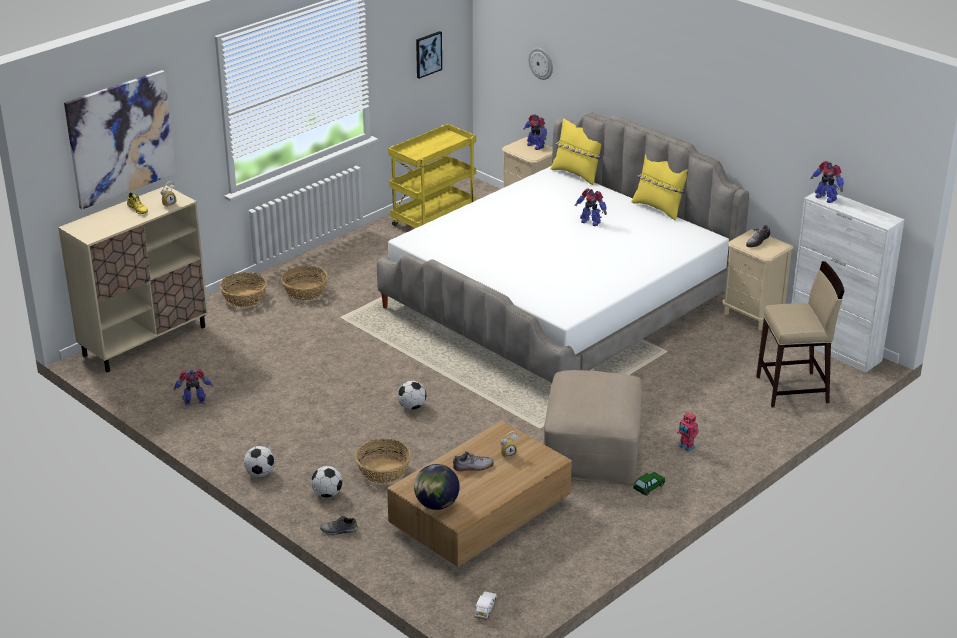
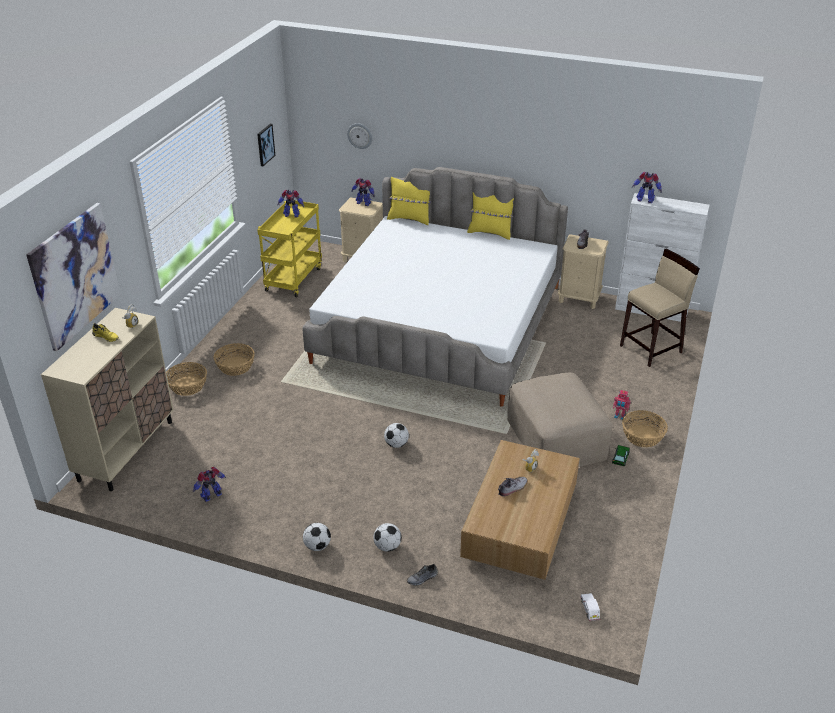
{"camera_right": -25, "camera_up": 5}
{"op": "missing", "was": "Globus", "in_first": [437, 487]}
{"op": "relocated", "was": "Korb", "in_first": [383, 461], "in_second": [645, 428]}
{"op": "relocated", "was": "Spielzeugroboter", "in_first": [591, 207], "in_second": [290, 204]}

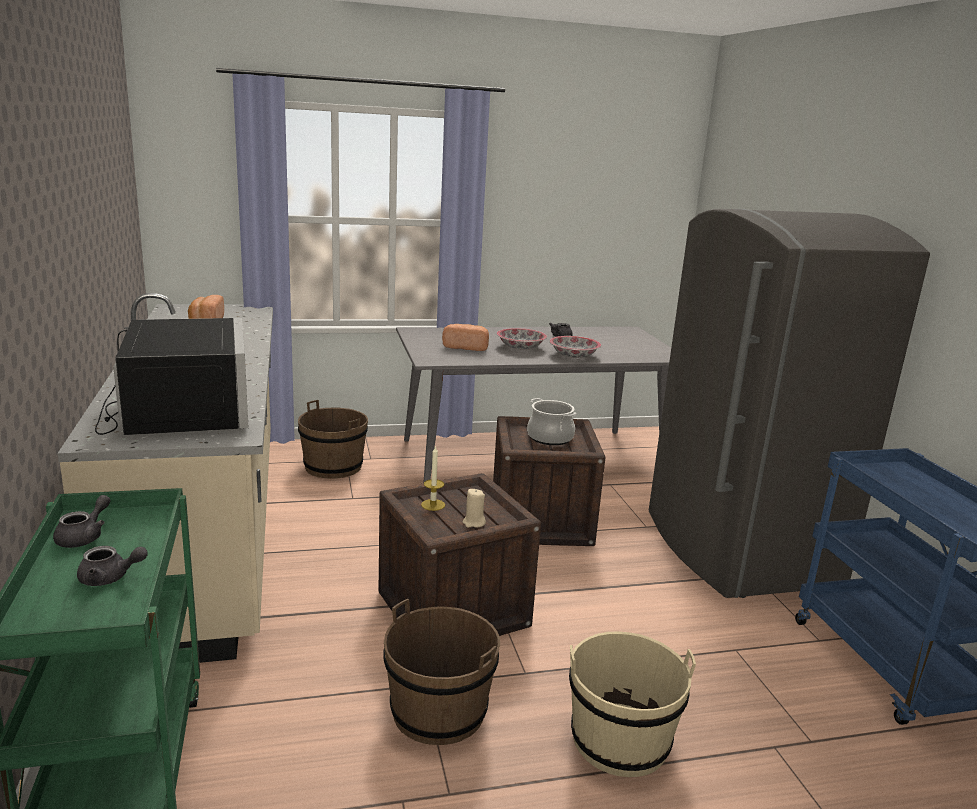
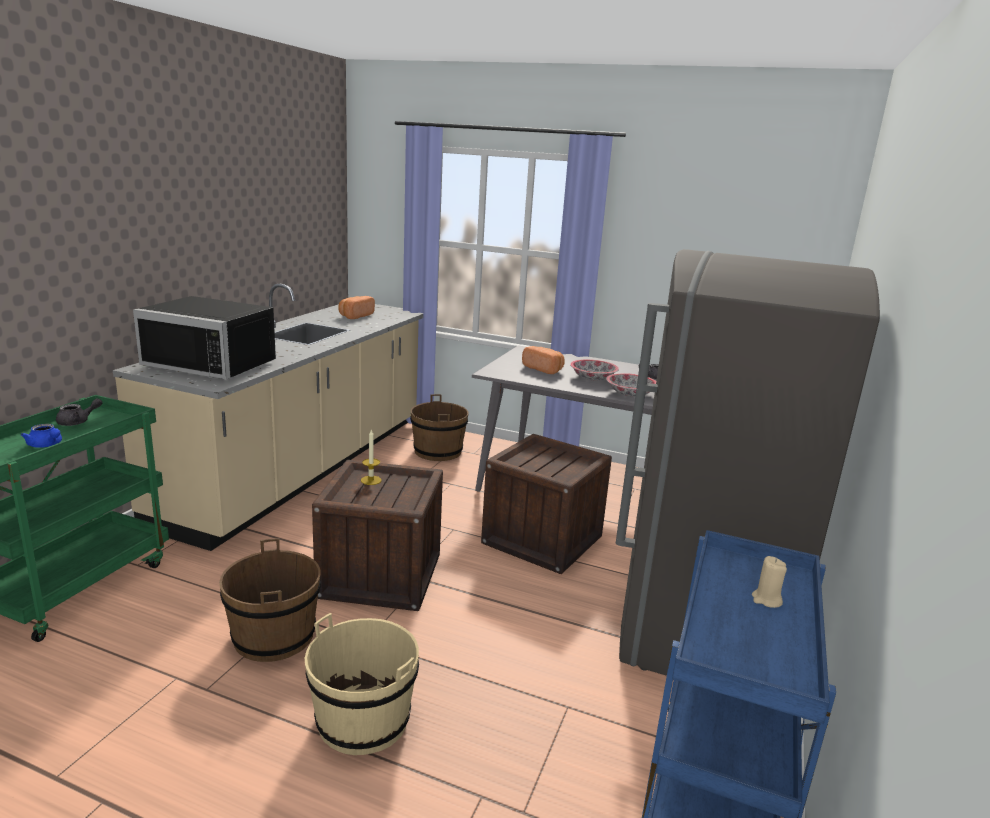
{"camera_right": 35, "camera_up": 0}
{"op": "missing", "was": "Kochtopf", "in_first": [552, 421]}
{"op": "relocated", "was": "Kerze [beige]", "in_first": [474, 508], "in_second": [769, 582]}
{"op": "colour", "was": "Teekanne [grau]", "now": "Teekanne [blau]", "in_first": [112, 566], "in_second": [41, 436]}
{"op": "spun", "was": "Mikrowelle [schwarz]", "in_first": [171, 376], "in_second": [204, 337], "clockwise": 90}

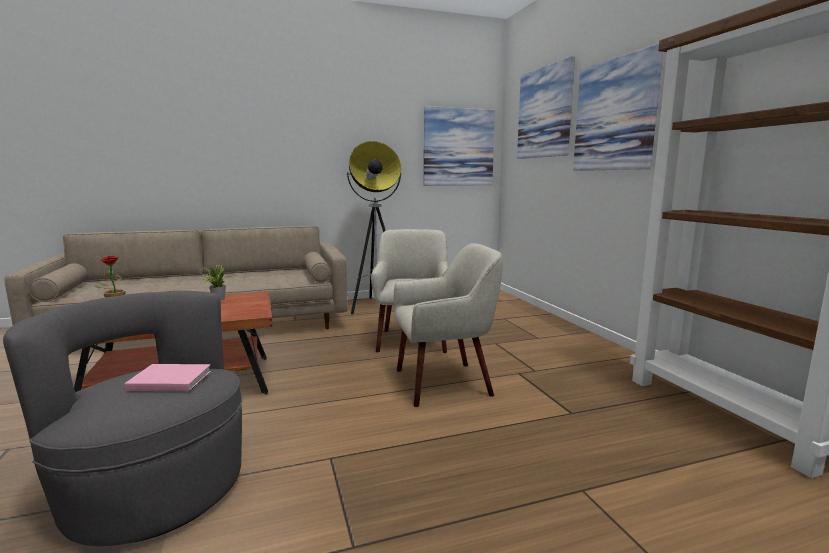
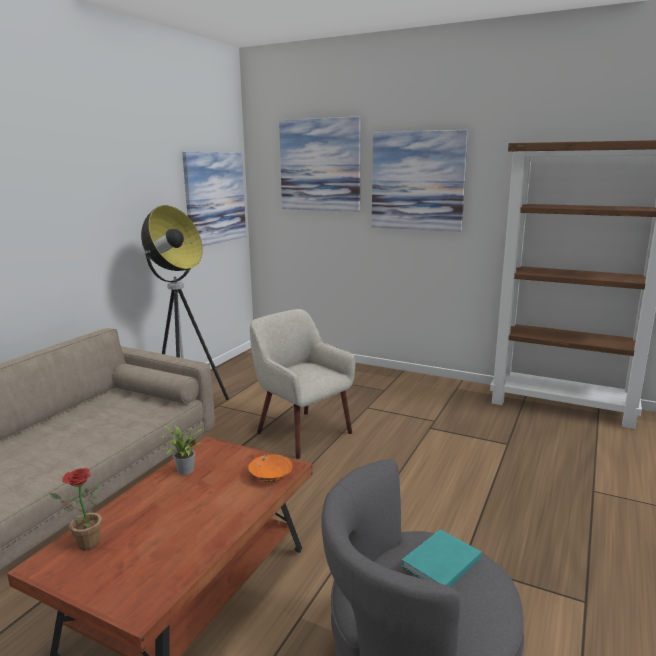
{"camera_right": -45, "camera_up": 5}
{"op": "missing", "was": "Sessel [beige]", "in_first": [448, 325]}
{"op": "appeared", "now": "Schüssel [orange]", "in_second": [270, 468]}
{"op": "colour", "was": "Buch [rosa]", "now": "Buch [türkis]", "in_first": [167, 378], "in_second": [441, 558]}

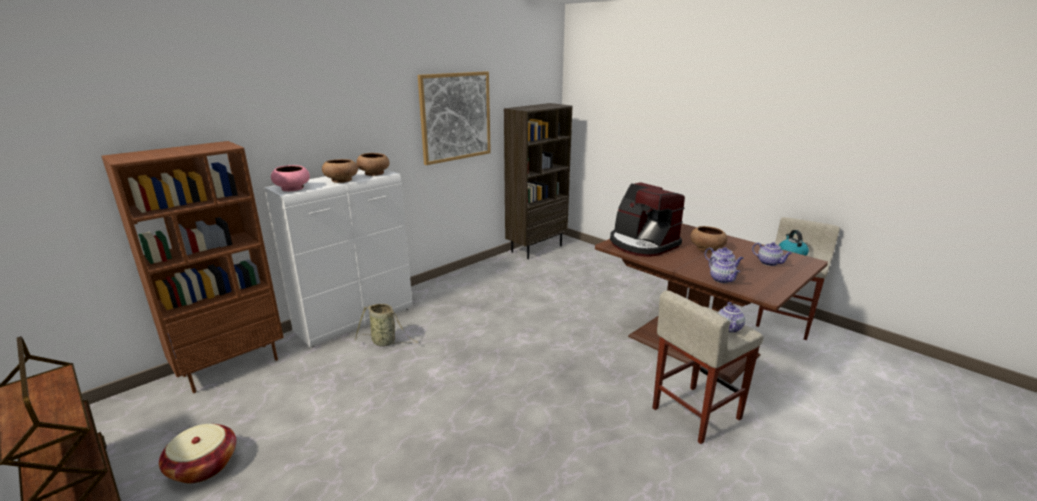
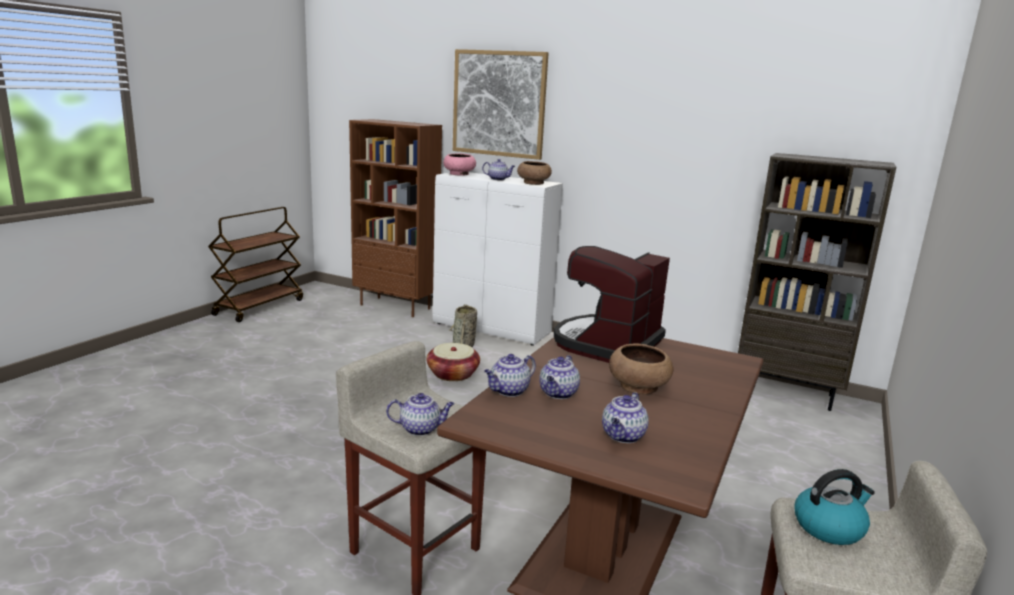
{"camera_right": 70, "camera_up": -5}
{"op": "relocated", "was": "Korb", "in_first": [197, 453], "in_second": [453, 362]}
{"op": "relocated", "was": "Bild", "in_first": [454, 118], "in_second": [501, 104]}
{"op": "exchanged", "was": "Schüssel [braun]", "now": "Teekanne", "in_first": [340, 171], "in_second": [498, 169]}

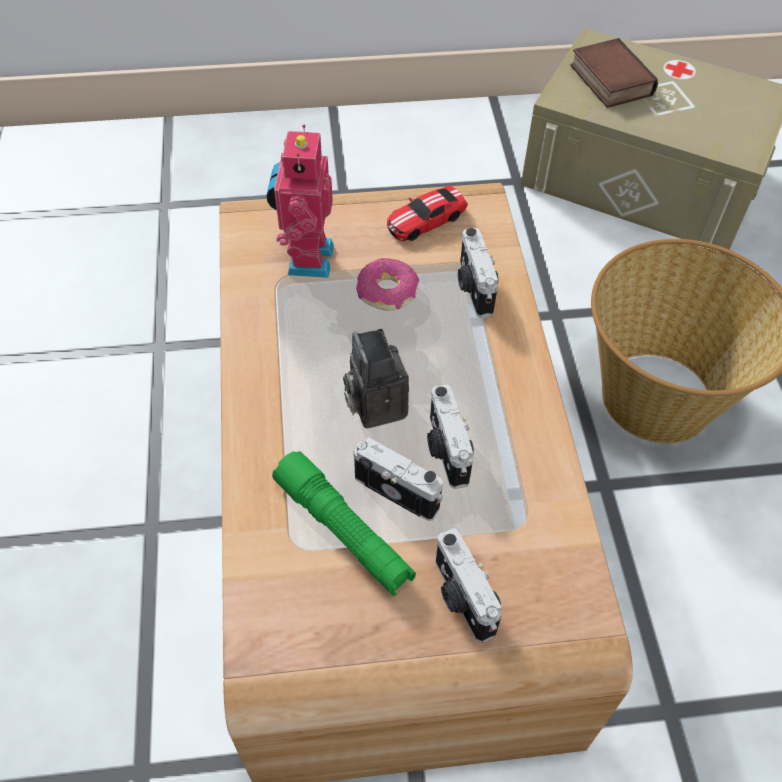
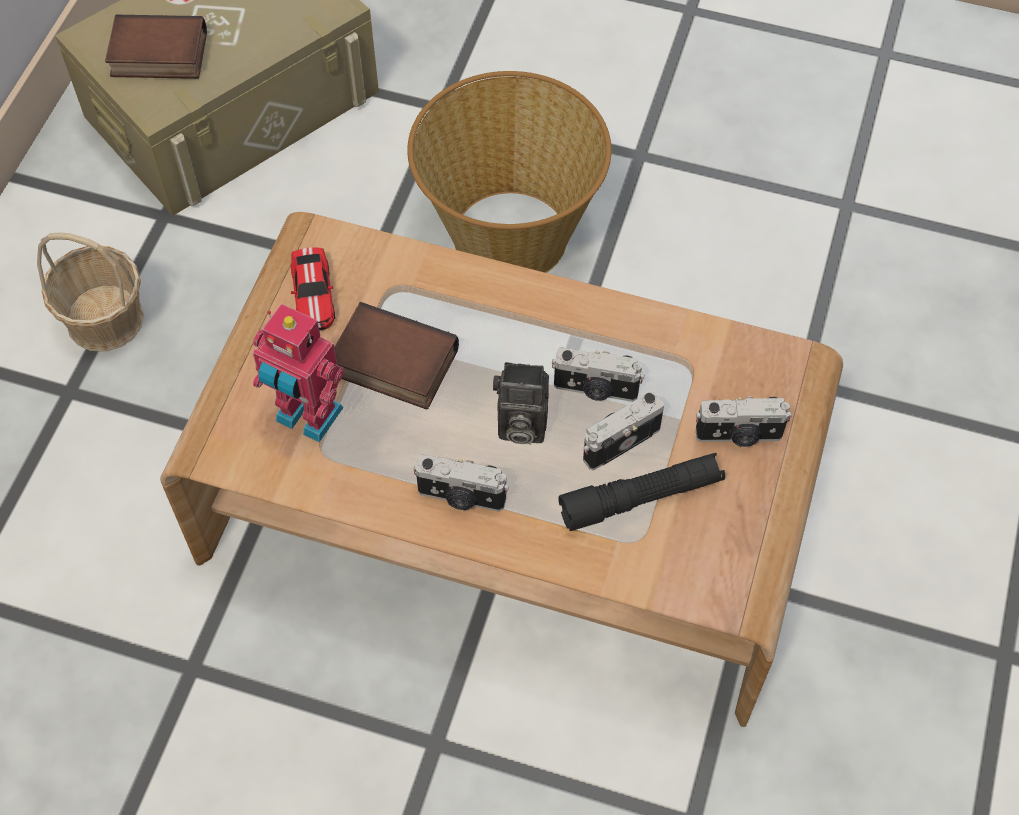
{"camera_right": -65, "camera_up": 5}
{"op": "appeared", "now": "Korb", "in_second": [90, 292]}
{"op": "relocated", "was": "Kamera", "in_first": [478, 273], "in_second": [461, 483]}
{"op": "exchanged", "was": "Donut", "now": "Buch", "in_first": [387, 284], "in_second": [396, 356]}
{"op": "colour", "was": "Taschenlampe [grün]", "now": "Taschenlampe [schwarz]", "in_first": [344, 523], "in_second": [641, 492]}

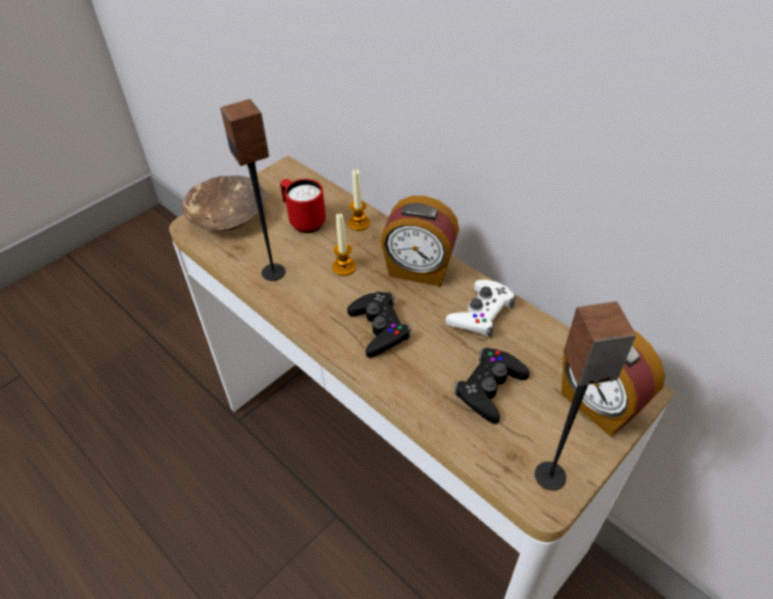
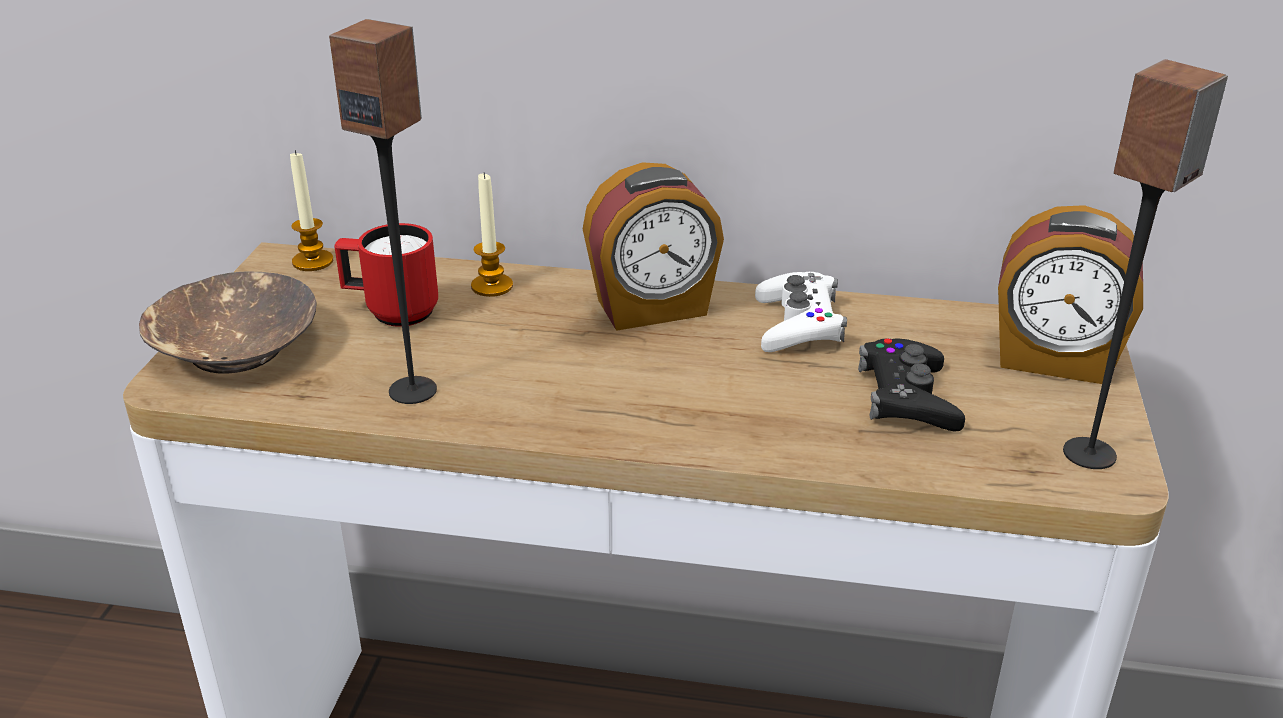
{"camera_right": -35, "camera_up": -15}
{"op": "missing", "was": "Gamepad [schwarz]", "in_first": [379, 325]}
{"op": "relocated", "was": "Kerze", "in_first": [344, 244], "in_second": [311, 210]}

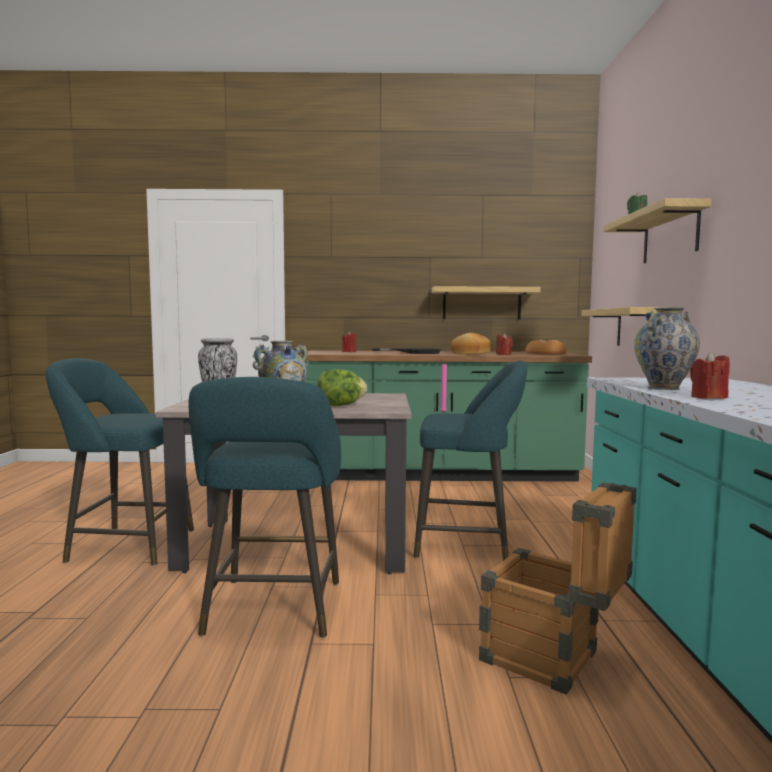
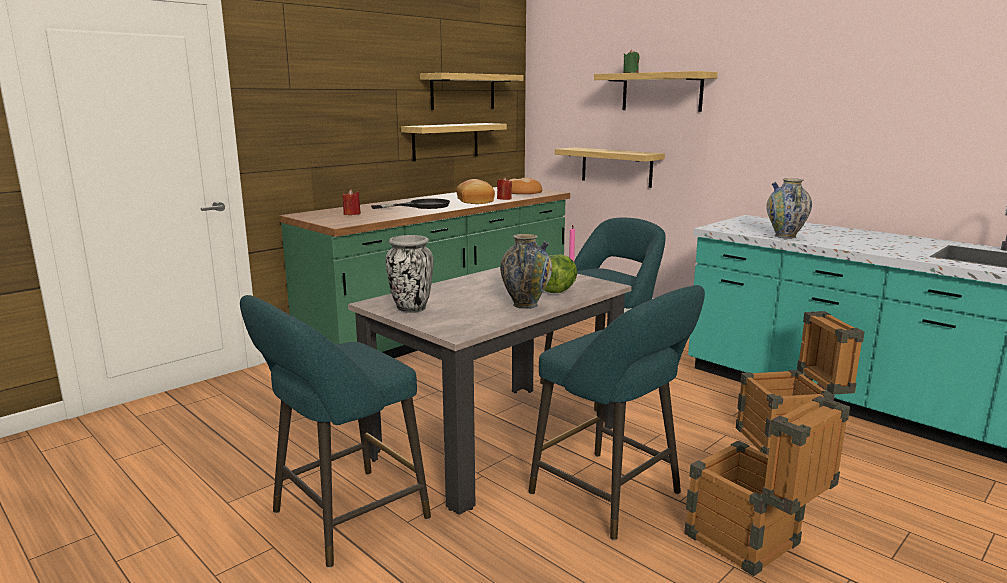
{"camera_right": -45, "camera_up": 10}
{"op": "missing", "was": "Kerze [rot]", "in_first": [710, 375]}
{"op": "appeared", "now": "Wandregal", "in_second": [472, 91]}
{"op": "appeared", "now": "Kiste", "in_second": [767, 486]}

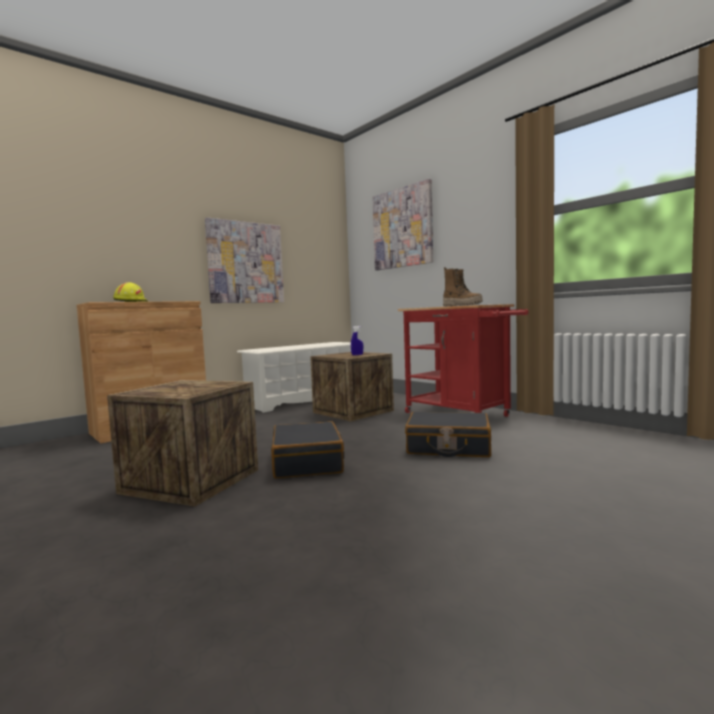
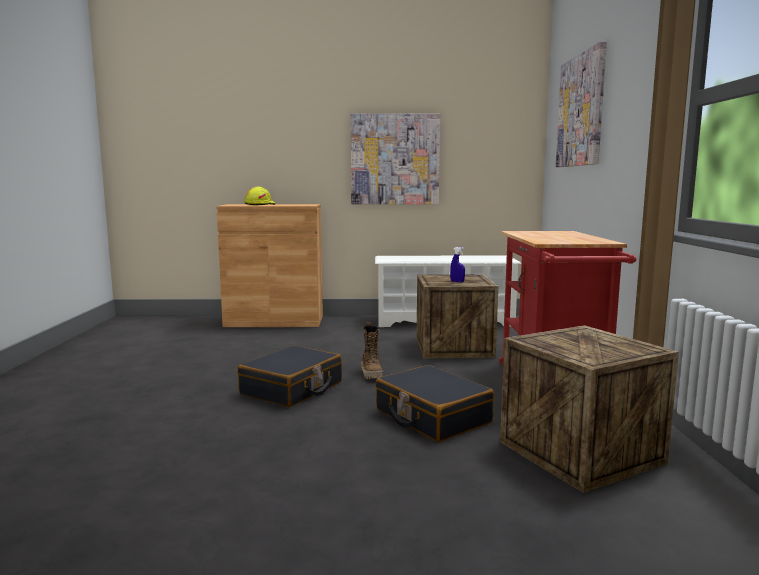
{"camera_right": 40, "camera_up": 5}
{"op": "relocated", "was": "Kiste", "in_first": [182, 443], "in_second": [589, 409]}
{"op": "relocated", "was": "Stiefel", "in_first": [463, 286], "in_second": [372, 351]}

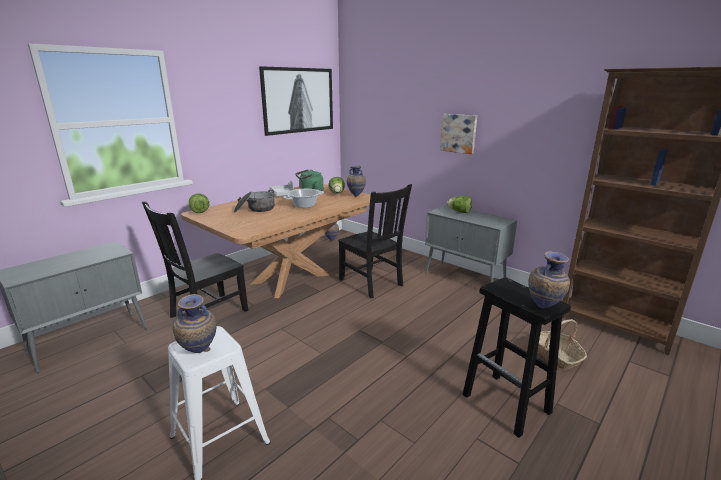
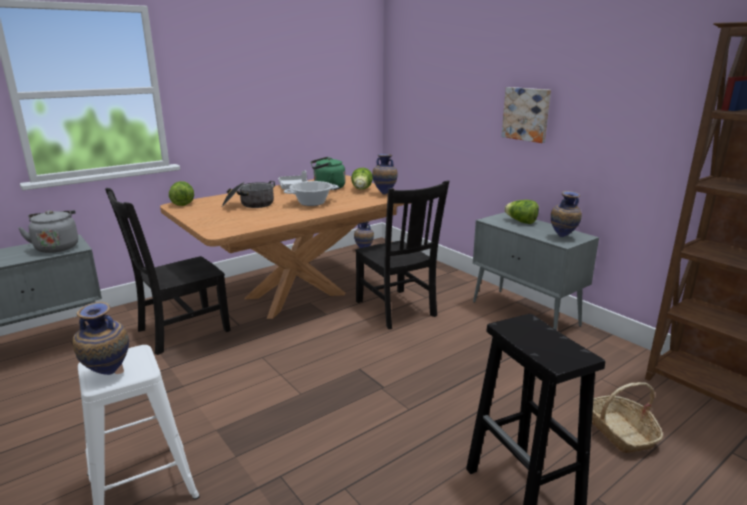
{"camera_right": 10, "camera_up": 0}
{"op": "missing", "was": "Bild", "in_first": [296, 101]}
{"op": "appeared", "now": "Wasserkessel [grau]", "in_second": [48, 231]}
{"op": "relocated", "was": "Vase", "in_first": [549, 279], "in_second": [566, 214]}

